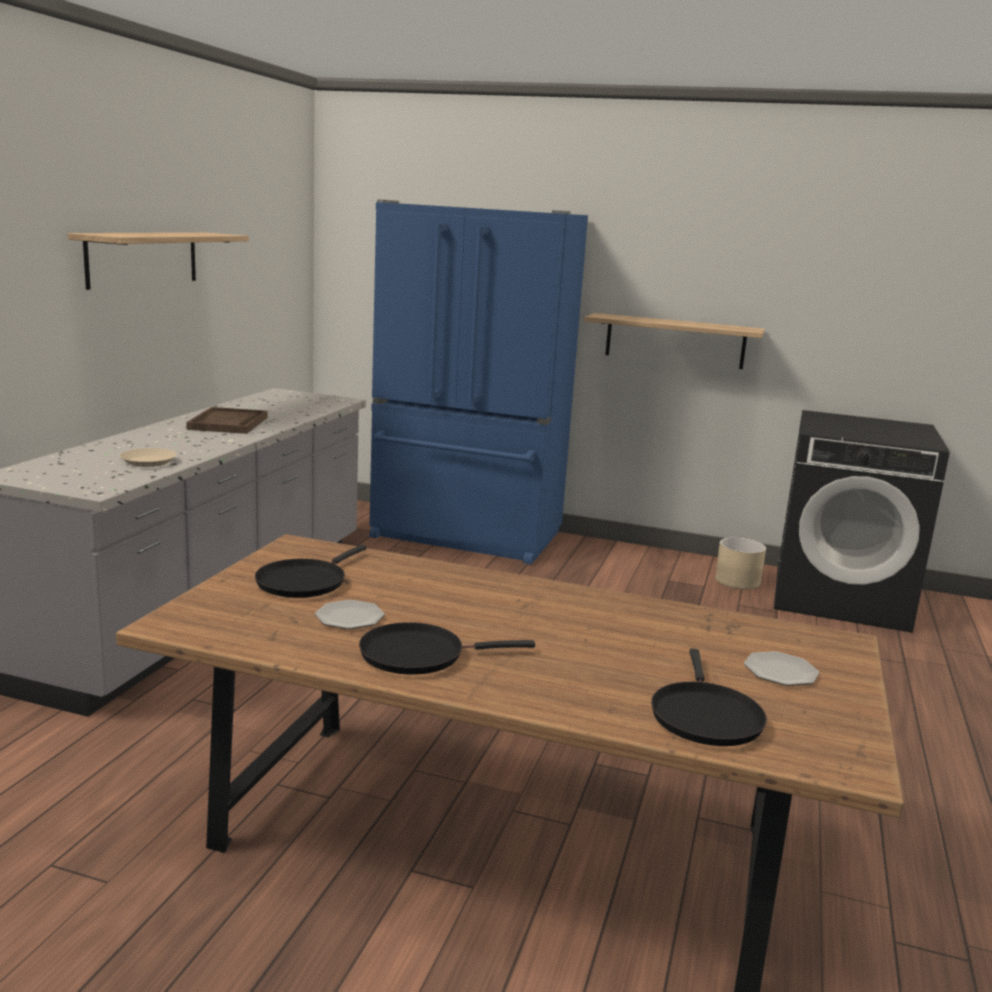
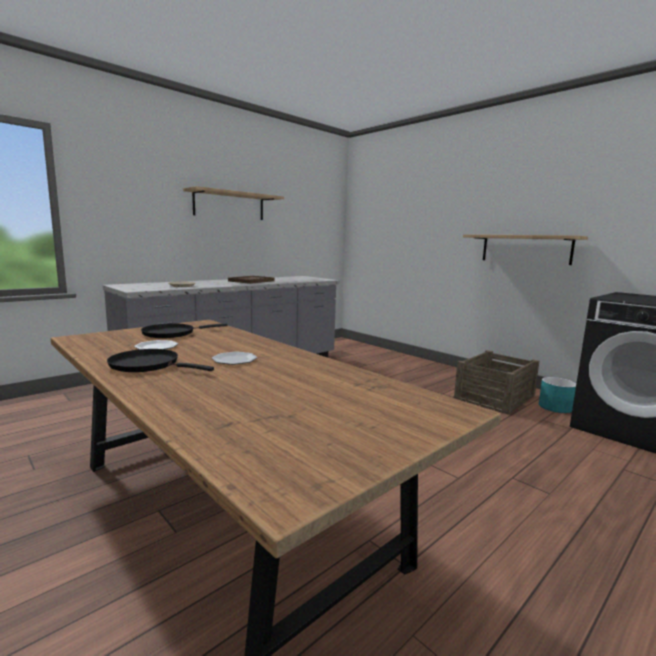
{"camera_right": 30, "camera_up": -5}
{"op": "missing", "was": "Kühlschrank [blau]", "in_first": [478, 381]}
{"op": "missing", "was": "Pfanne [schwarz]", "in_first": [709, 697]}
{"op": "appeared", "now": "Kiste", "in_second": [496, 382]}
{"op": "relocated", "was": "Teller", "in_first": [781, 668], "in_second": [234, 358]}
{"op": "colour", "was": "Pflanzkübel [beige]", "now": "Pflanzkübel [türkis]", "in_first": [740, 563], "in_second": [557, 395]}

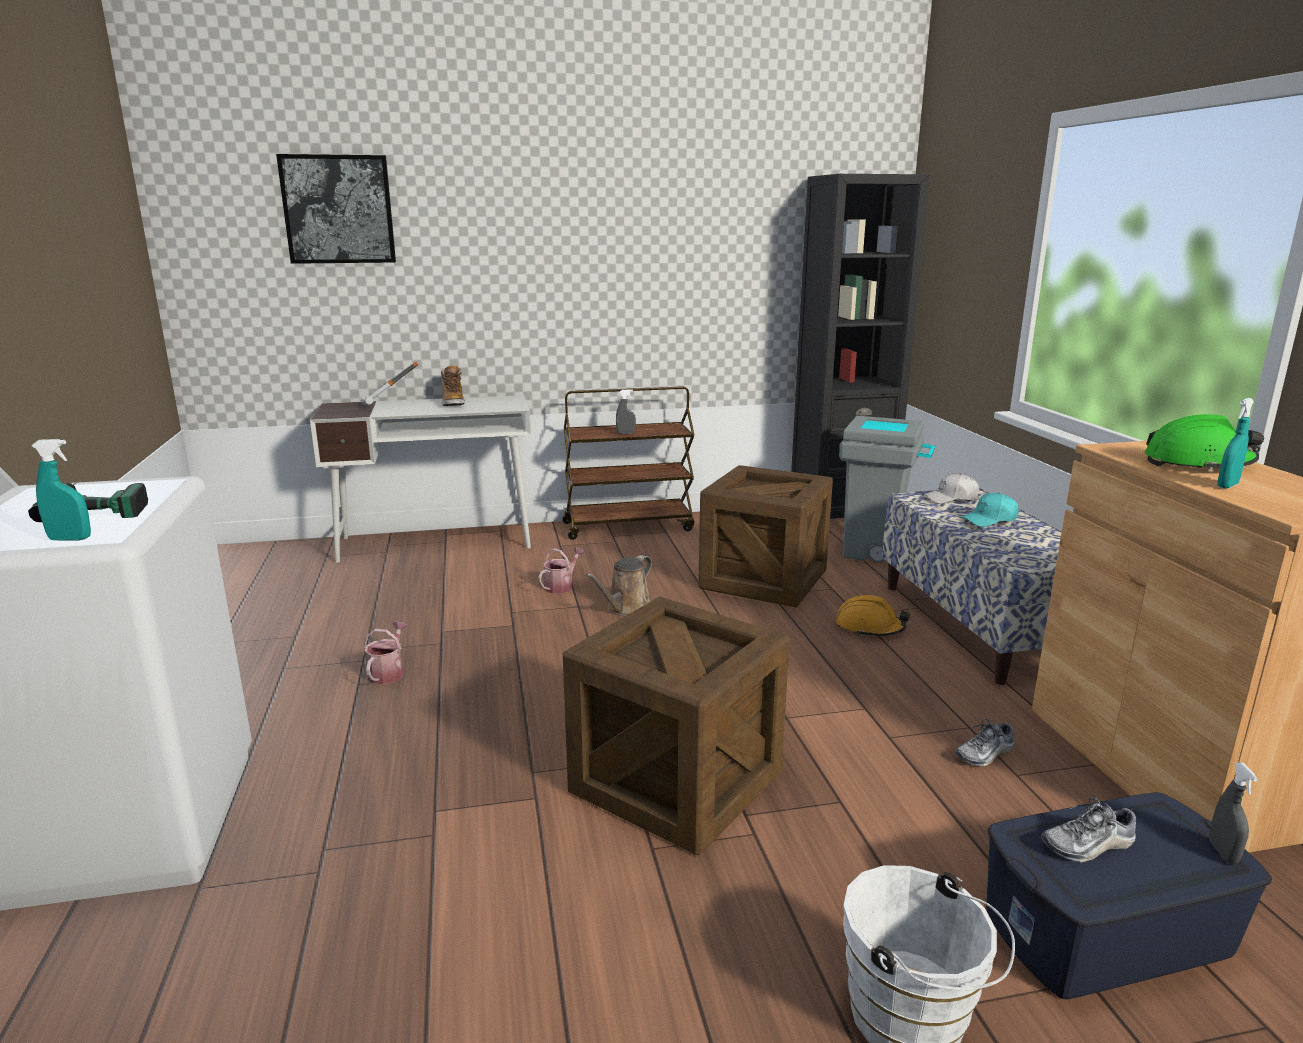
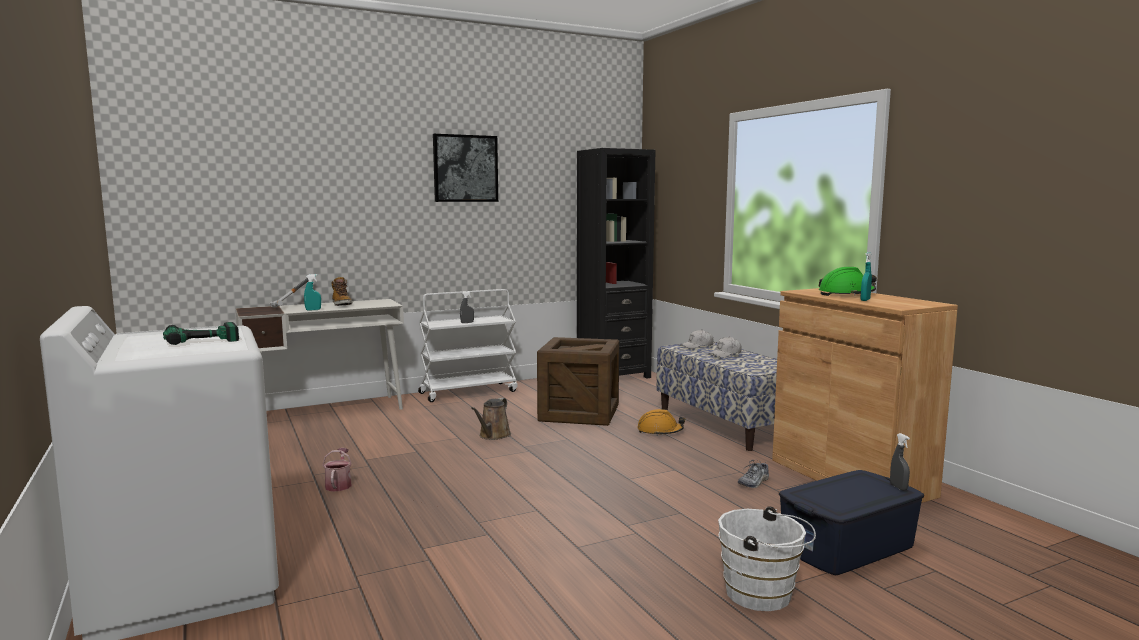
{"camera_right": -15, "camera_up": -10}
{"op": "missing", "was": "Gießkanne", "in_first": [561, 570]}
{"op": "missing", "was": "Kiste", "in_first": [676, 726]}
{"op": "missing", "was": "Mülleimer [grau]", "in_first": [887, 489]}
{"op": "missing", "was": "Schuh", "in_first": [1088, 830]}
{"op": "relocated", "was": "Sprühflasche [türkis]", "in_first": [61, 489], "in_second": [312, 292]}
{"op": "relocated", "was": "Bild", "in_first": [336, 209], "in_second": [465, 168]}
{"op": "colour", "was": "Rollwagen [braun]", "now": "Rollwagen [weiß]", "in_first": [628, 463], "in_second": [468, 345]}
{"op": "colour", "was": "Kappe [türkis]", "now": "Kappe [weiß]", "in_first": [990, 510], "in_second": [725, 347]}

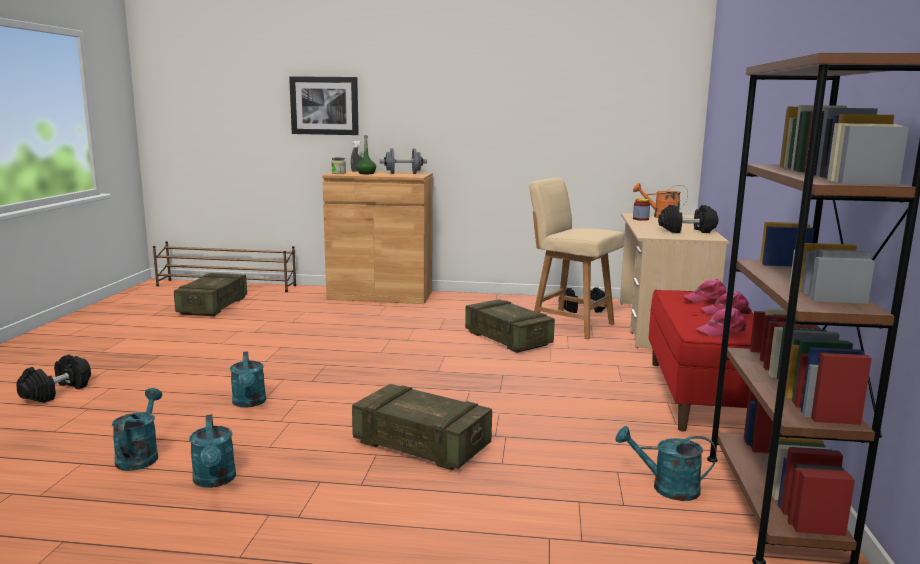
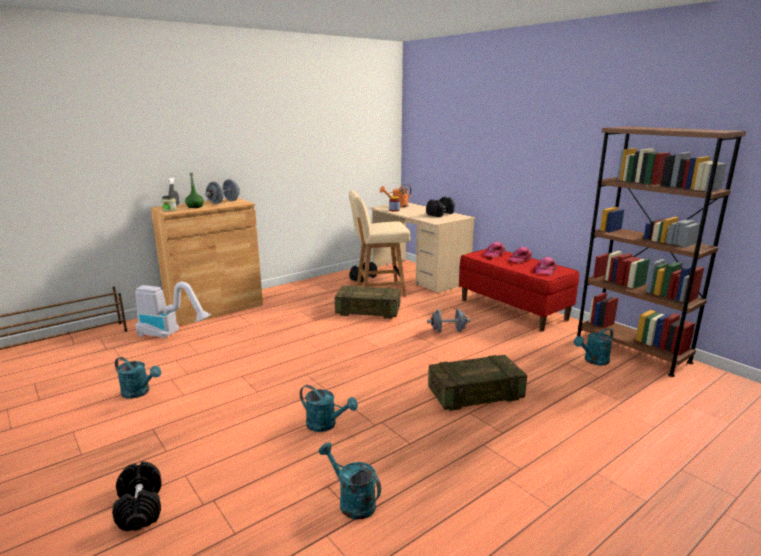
{"camera_right": -45, "camera_up": 5}
{"op": "missing", "was": "Kiste", "in_first": [210, 294]}
{"op": "missing", "was": "Bild", "in_first": [324, 105]}
{"op": "appeared", "now": "Staubsauger", "in_second": [173, 310]}
{"op": "appeared", "now": "Hantel [grau]", "in_second": [448, 321]}
{"op": "relocated", "was": "Gießkanne [türkis]", "in_first": [212, 451], "in_second": [138, 378]}

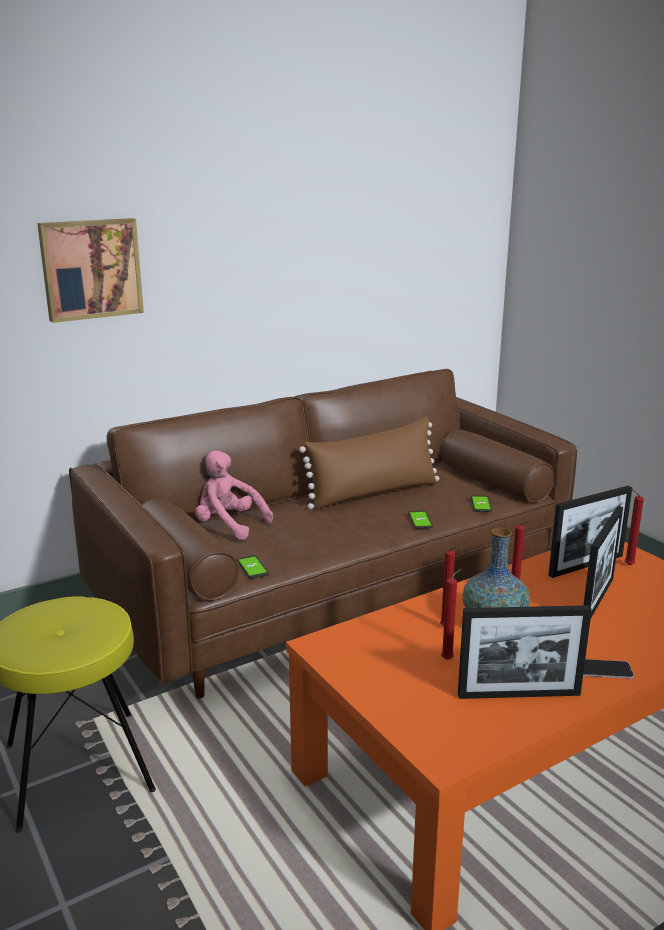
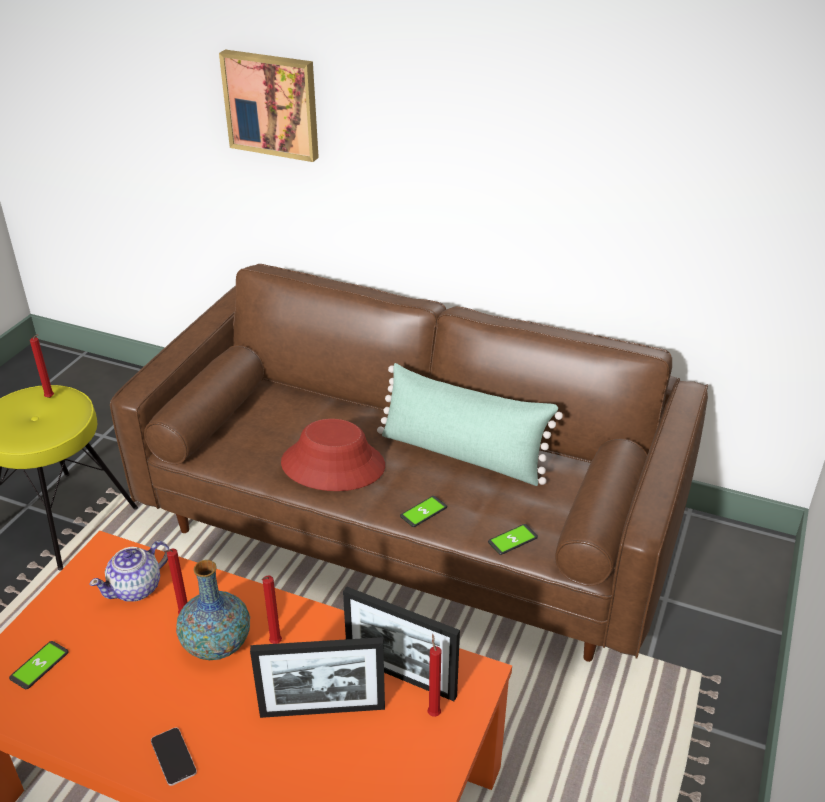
{"camera_right": 55, "camera_up": 15}
{"op": "missing", "was": "Plüschtier [rosa]", "in_first": [234, 495]}
{"op": "missing", "was": "Bilderrahmen", "in_first": [525, 652]}
{"op": "appeared", "now": "Teekanne", "in_second": [129, 571]}
{"op": "appeared", "now": "Hut [rot]", "in_second": [333, 455]}
{"op": "relocated", "was": "Handy", "in_first": [253, 567], "in_second": [39, 665]}
{"op": "relocated", "was": "Kerze [rot]", "in_first": [451, 614], "in_second": [42, 366]}
{"op": "colour", "was": "Kissen [braun]", "now": "Kissen [grün]", "in_first": [369, 463], "in_second": [470, 424]}

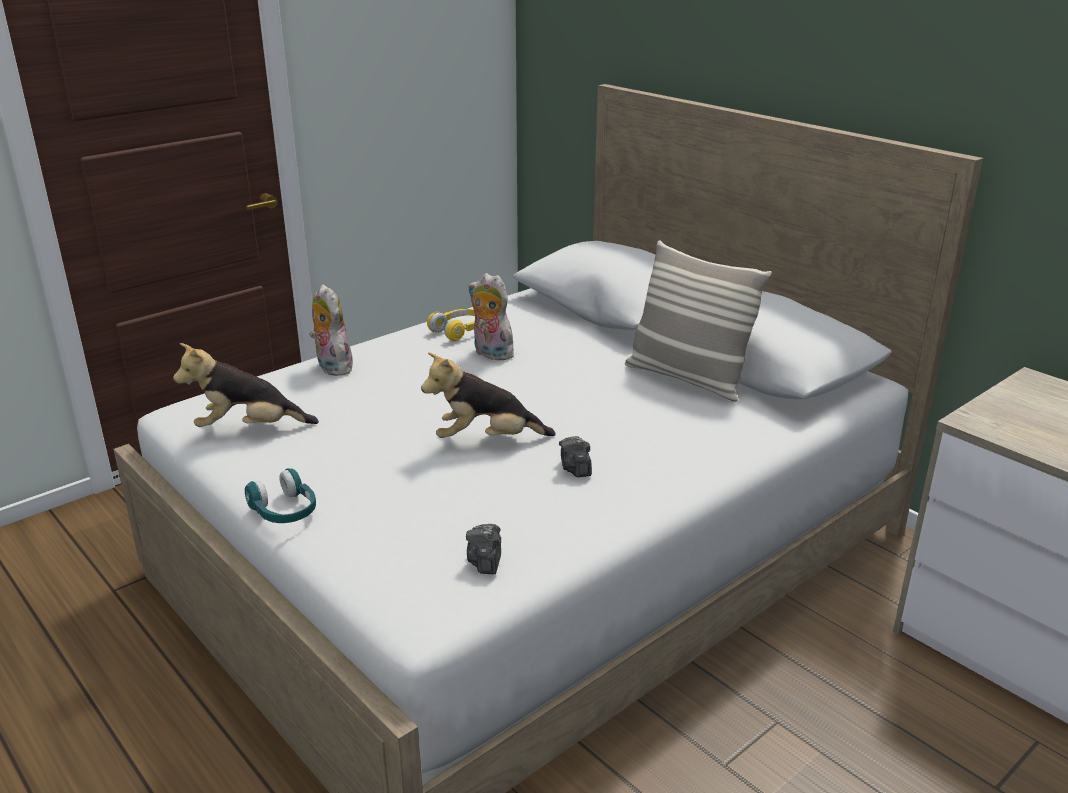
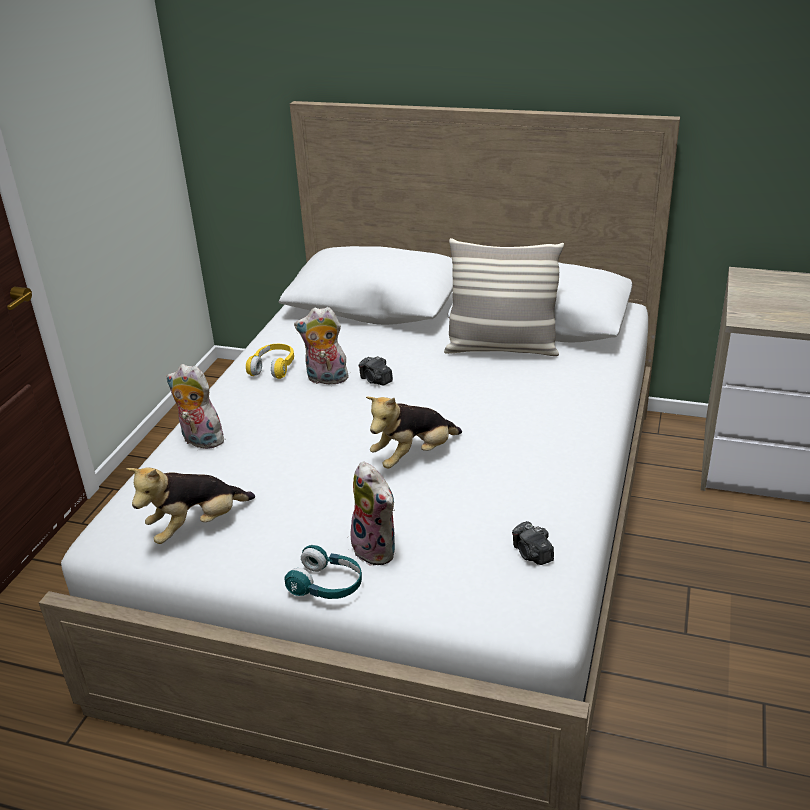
{"camera_right": -30, "camera_up": 5}
{"op": "appeared", "now": "Plüschtier", "in_second": [373, 514]}
{"op": "relocated", "was": "Kamera", "in_first": [575, 456], "in_second": [376, 370]}

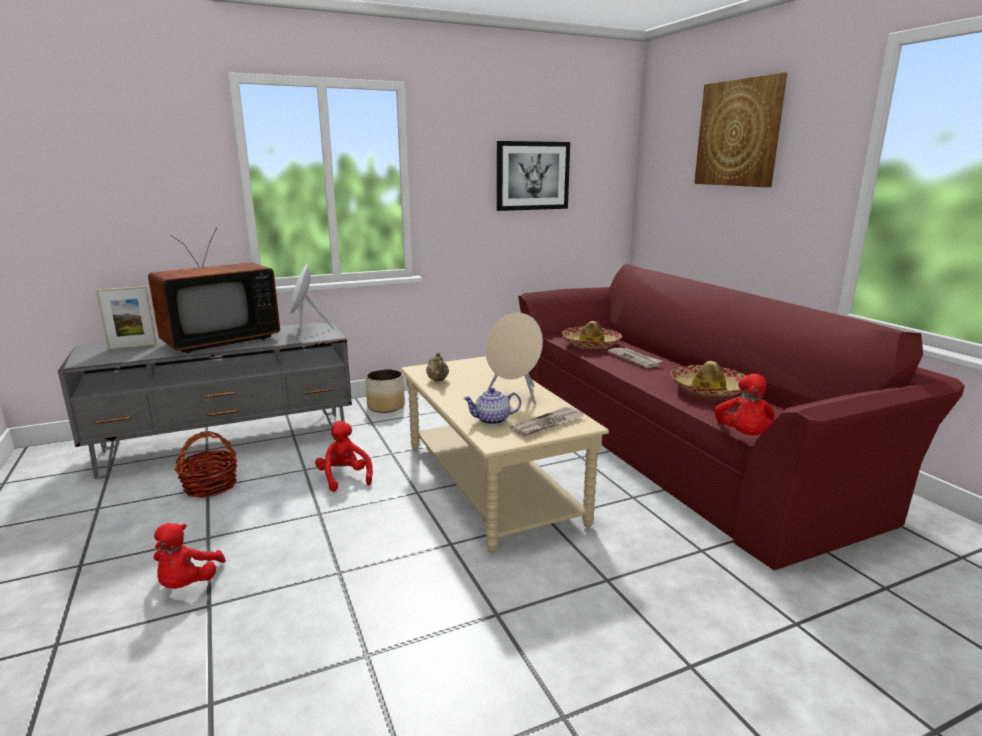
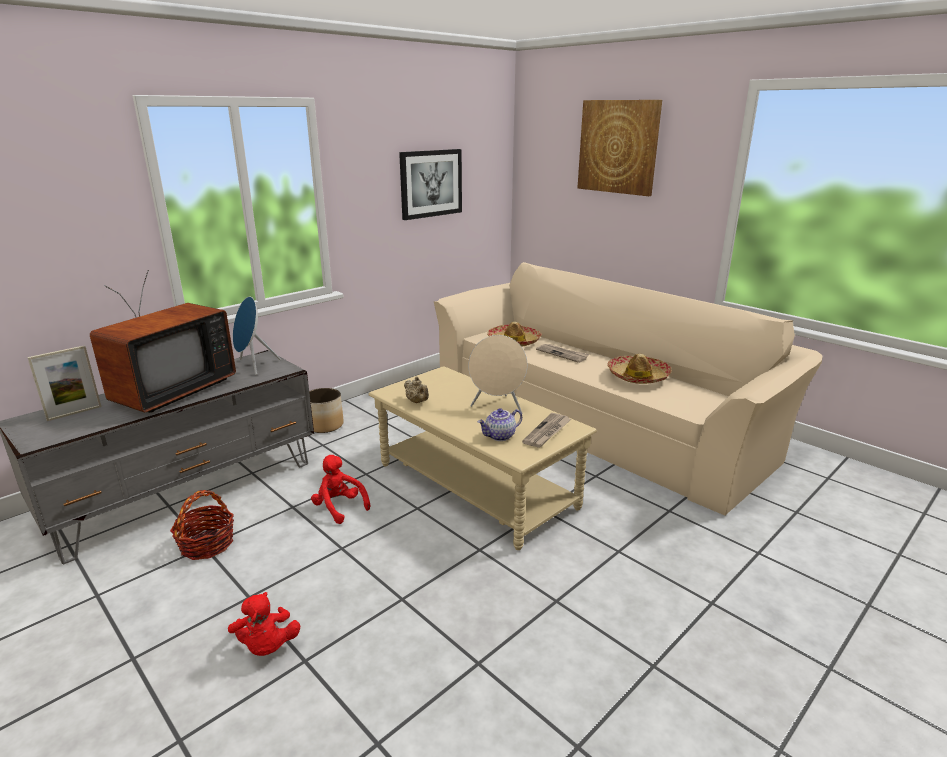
{"camera_right": -20, "camera_up": 5}
{"op": "missing", "was": "Plüschtier [rot]", "in_first": [746, 404]}
{"op": "colour", "was": "Lautsprecher [weiß]", "now": "Lautsprecher [blau]", "in_first": [312, 299], "in_second": [257, 335]}
{"op": "colour", "was": "Sofa [rot]", "now": "Sofa [beige]", "in_first": [741, 417], "in_second": [628, 388]}

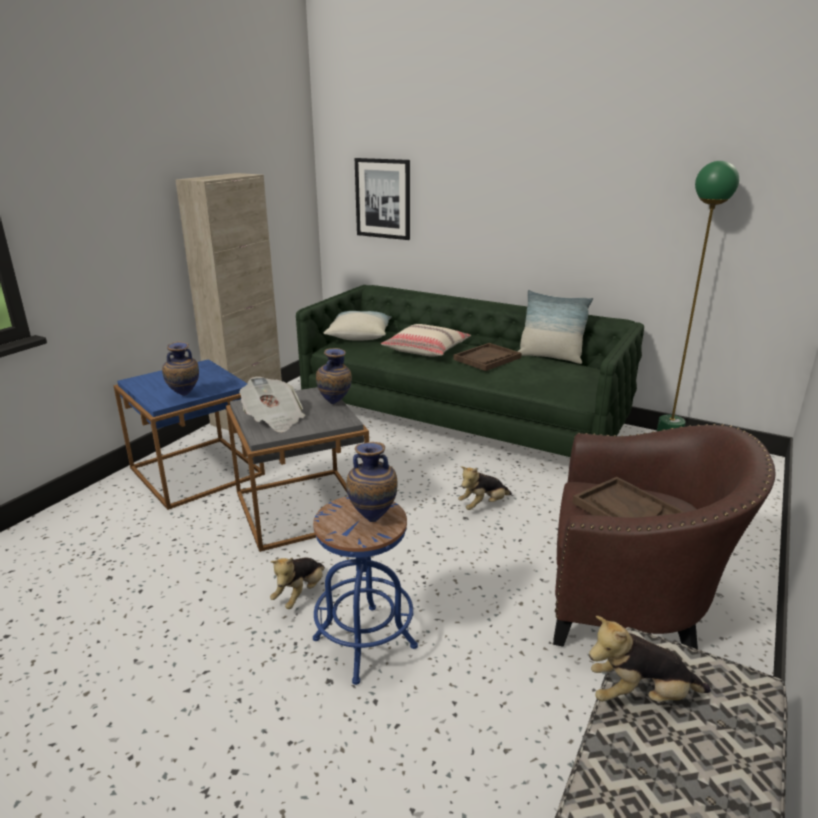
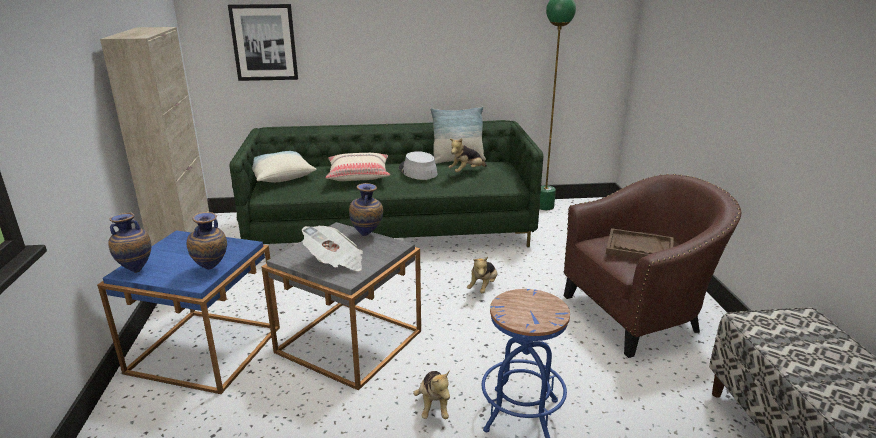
{"camera_right": -35, "camera_up": 0}
{"op": "relocated", "was": "Vase", "in_first": [372, 482], "in_second": [129, 242]}
{"op": "relocated", "was": "Plüschtier", "in_first": [650, 659], "in_second": [468, 155]}
{"op": "exchanged", "was": "Tablett [braun]", "now": "Hut [grau]", "in_first": [487, 357], "in_second": [418, 165]}

